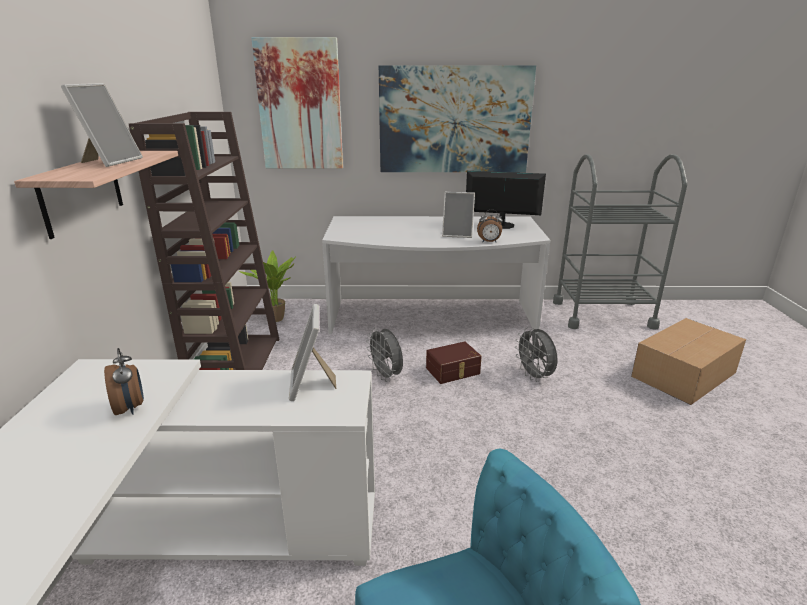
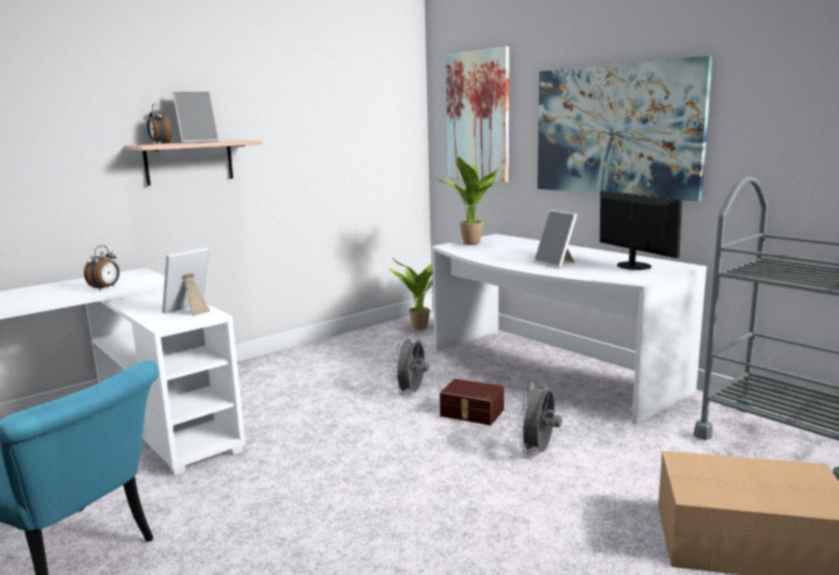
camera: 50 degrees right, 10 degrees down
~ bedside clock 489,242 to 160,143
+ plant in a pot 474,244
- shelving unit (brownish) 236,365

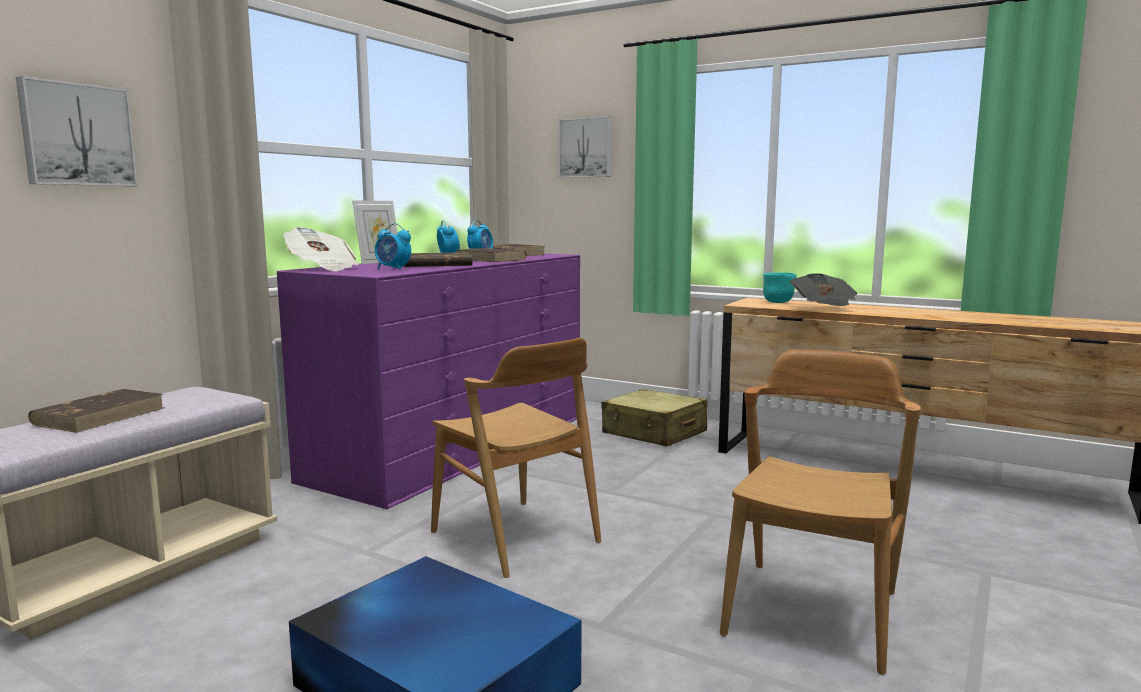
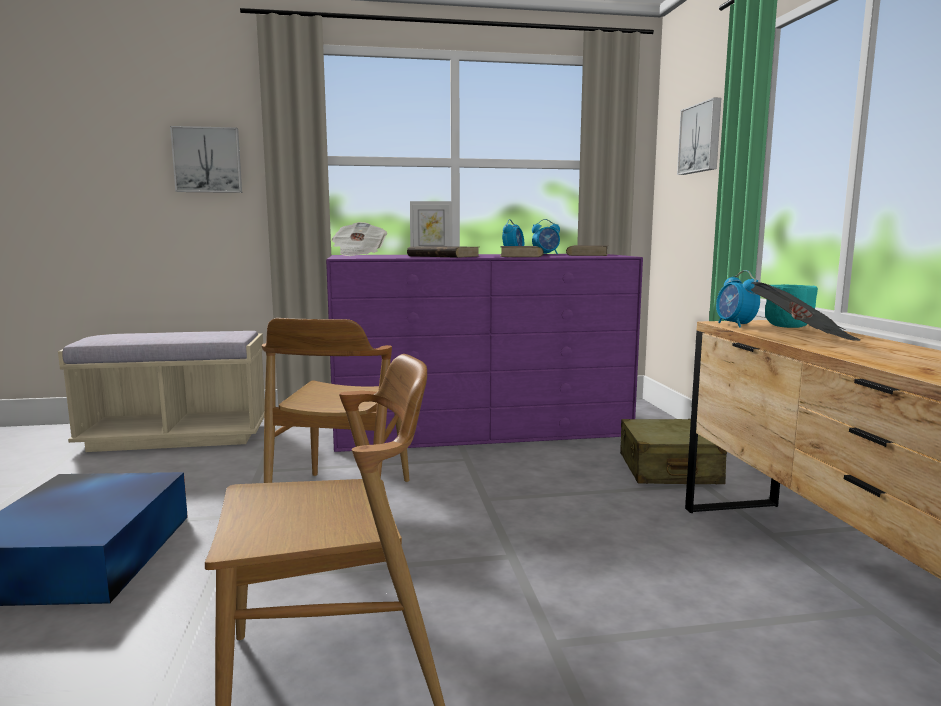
camera: 50 degrees right, 0 degrees up
~ bedside clock 393,269 to 735,325
- volume (brownish) 101,415

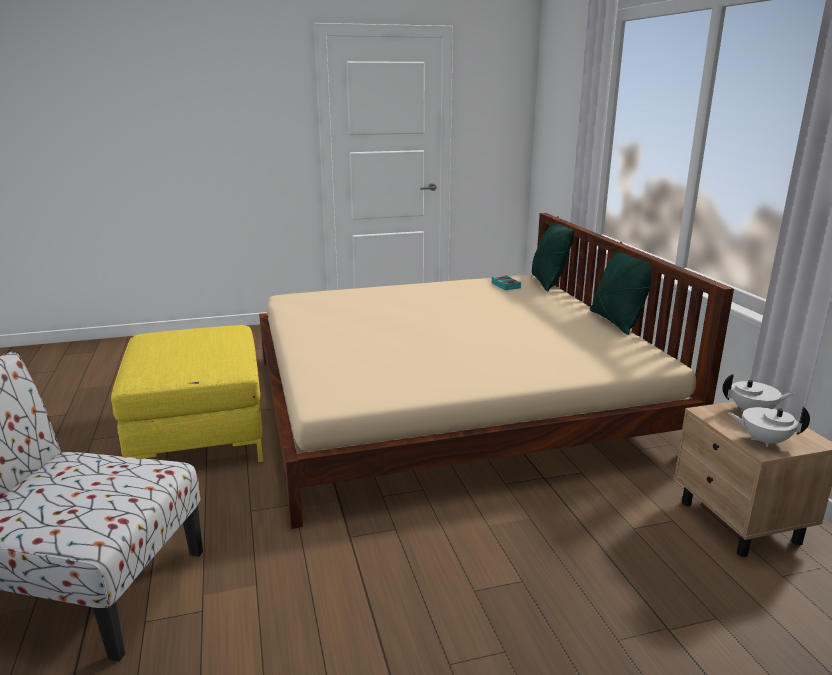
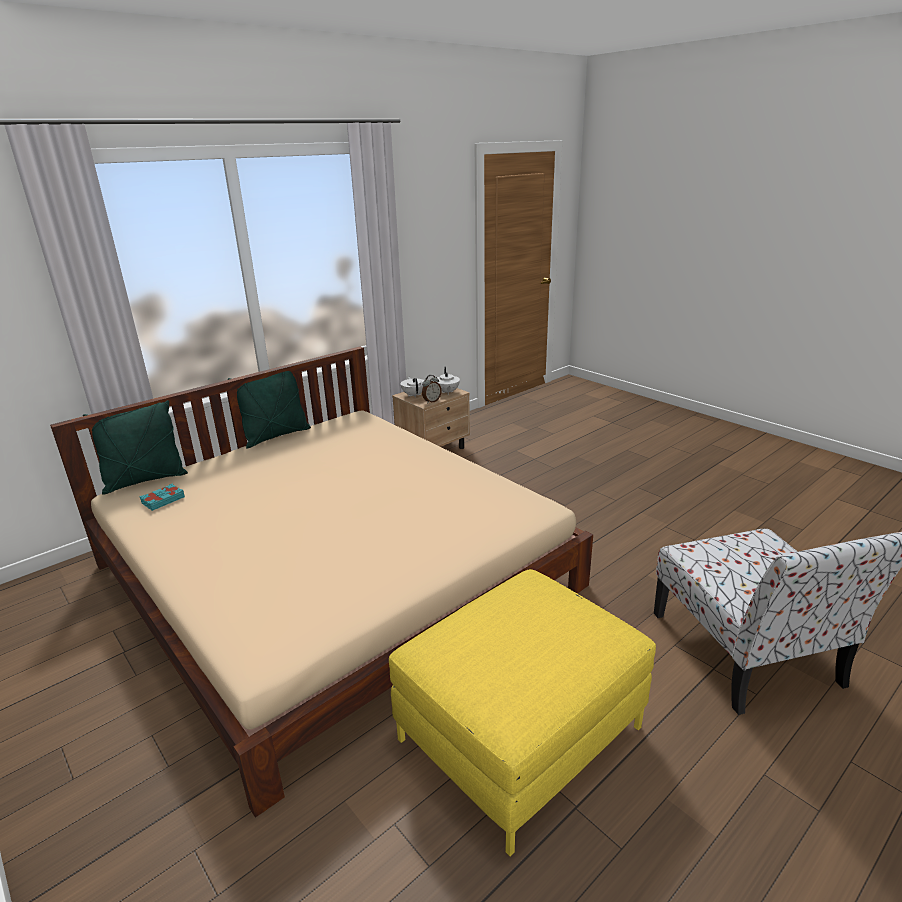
camera: 115 degrees left, 5 degrees up
+ bedside clock 431,401

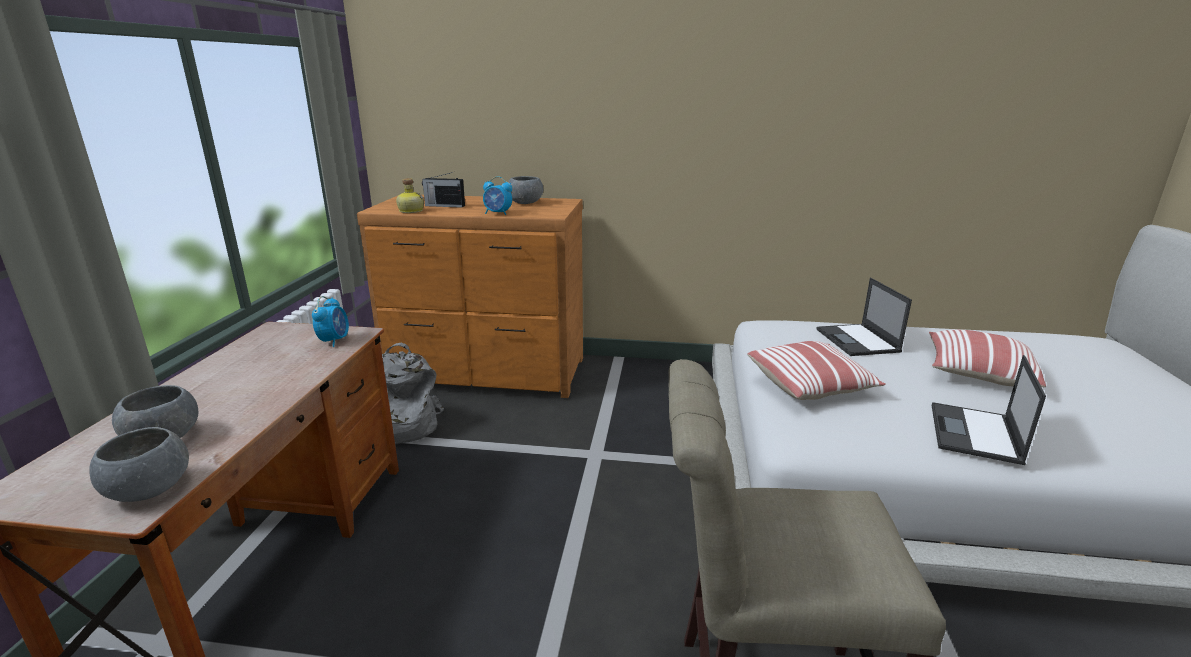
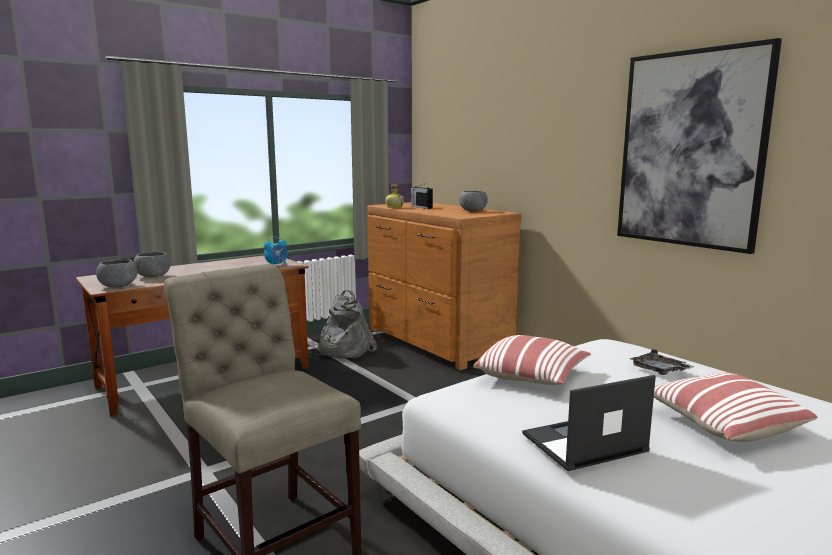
camera: 45 degrees right, 10 degrees down
+ wall picture 690,149
~ portable computer 858,341 to tray (greyish) 659,370
- bedside clock 498,213

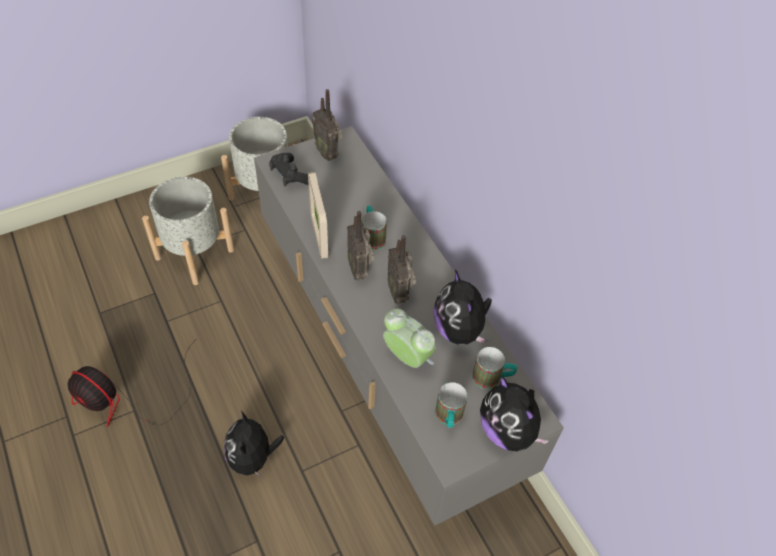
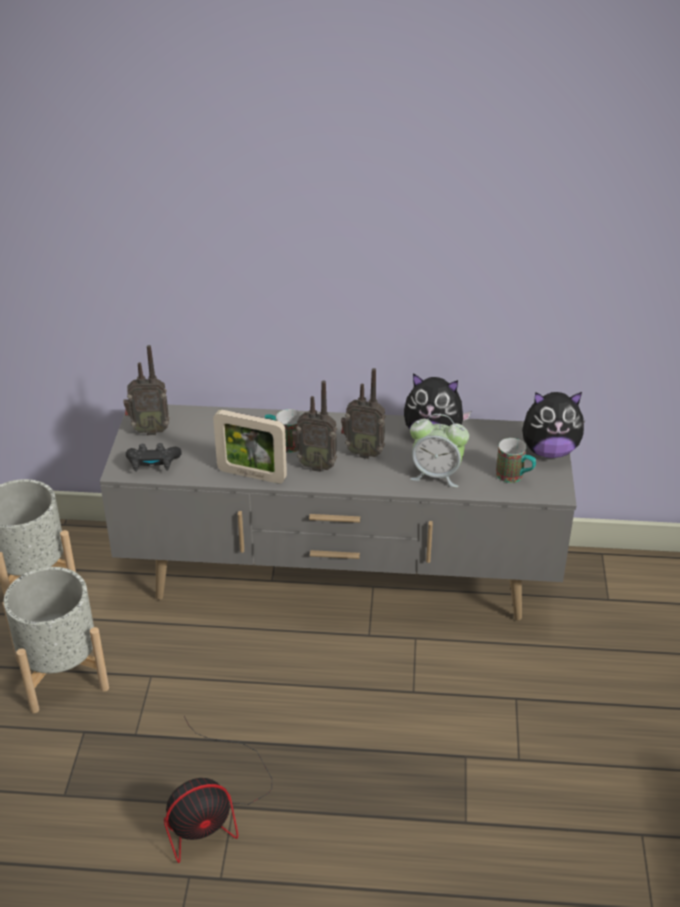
camera: 55 degrees left, 15 degrees down
~ bedside clock 407,357 = 436,475 150 degrees counterclockwise
- cuddly toy 253,458
- mug 492,378

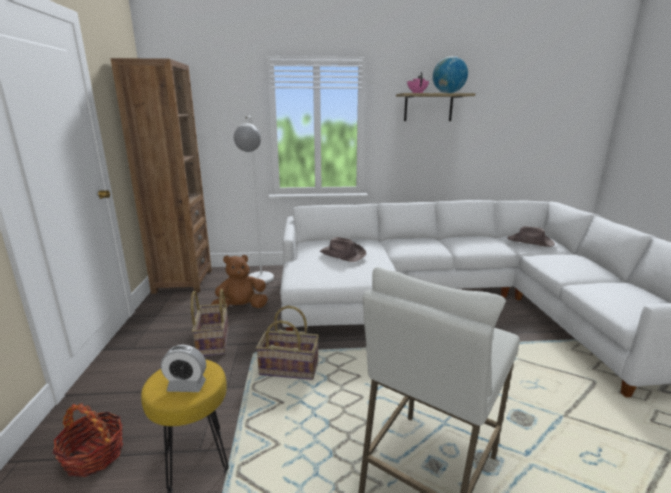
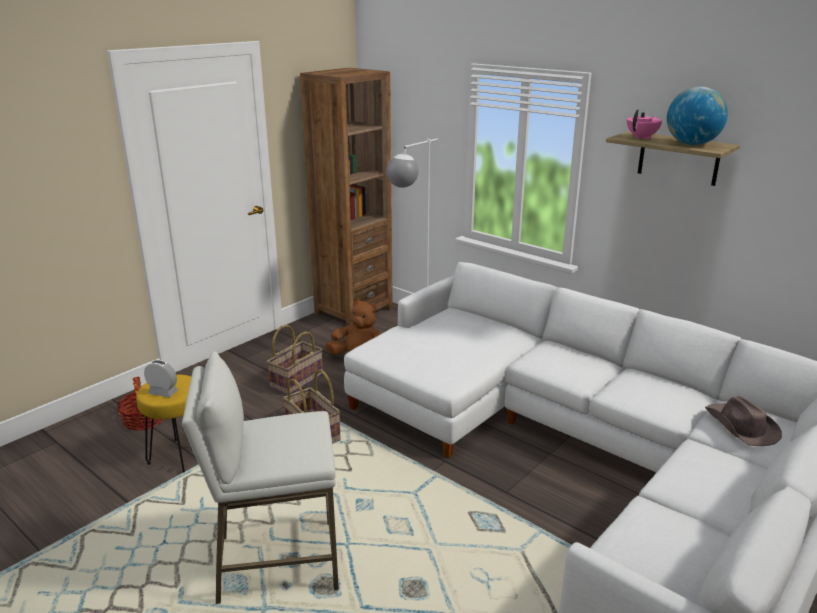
camera: 45 degrees right, 5 degrees up
~ bedside clock 186,386 = 163,392 150 degrees clockwise
- clothing hat (brownish) 342,254

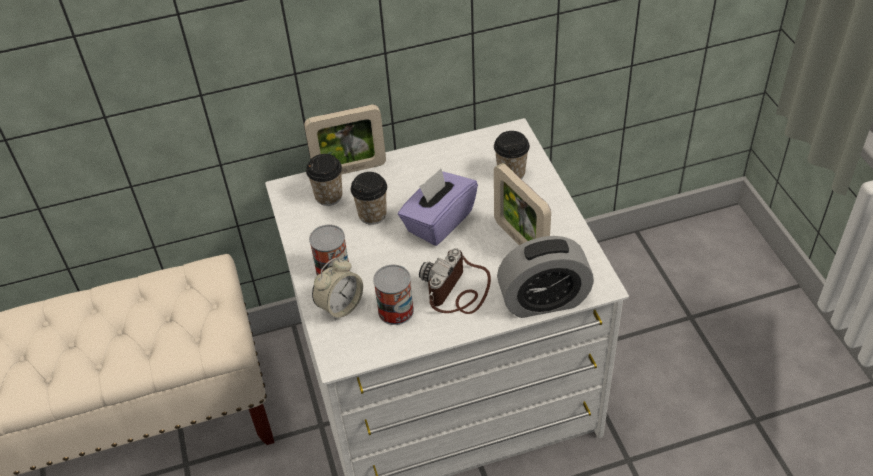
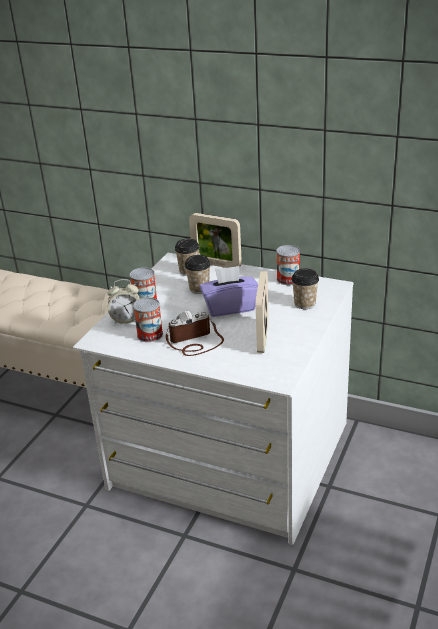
camera: 40 degrees right, 15 degrees down
+ metal can 288,279
- bedside clock 543,301

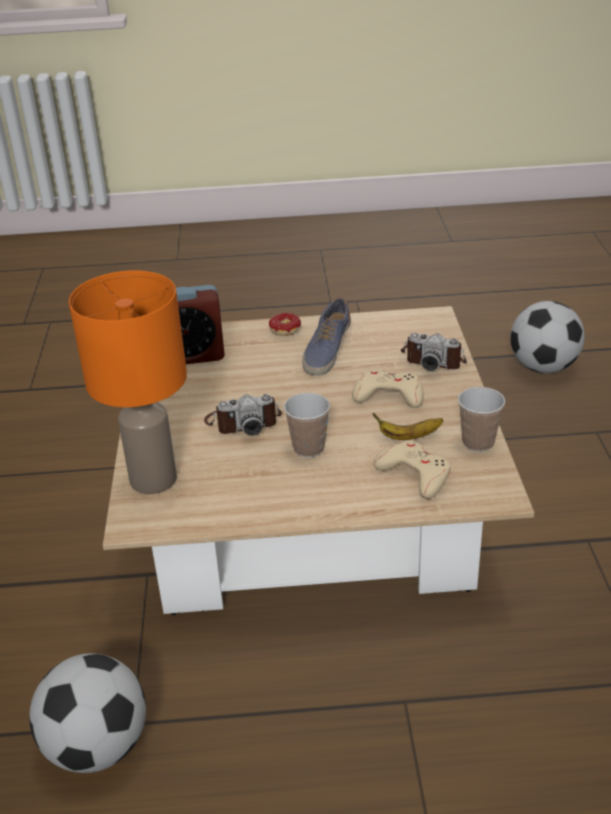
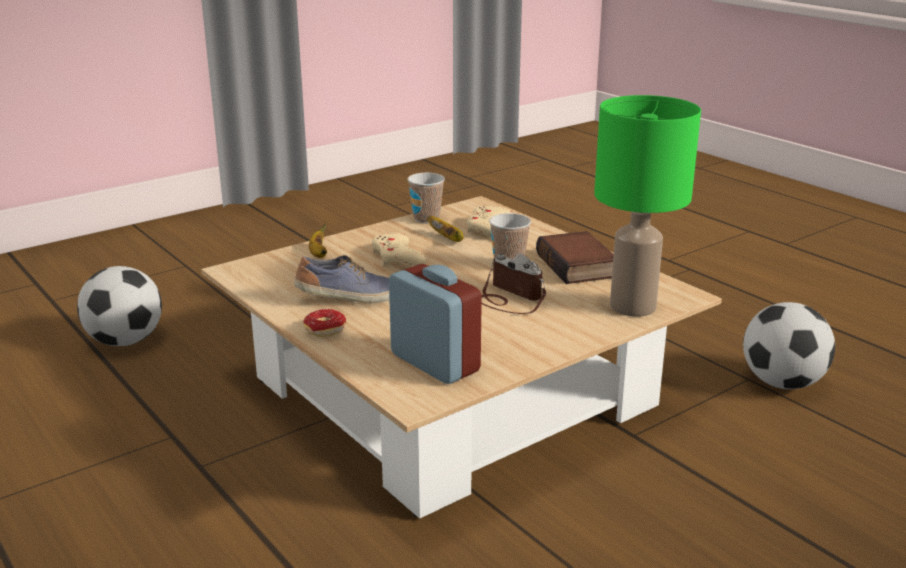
camera: 125 degrees left, 10 degrees down
~ photo camera 434,359 to whole banana 318,254
+ volume 579,266
~ tabletop lamp (orange-coloured) 151,479 to tabletop lamp (green) 633,307

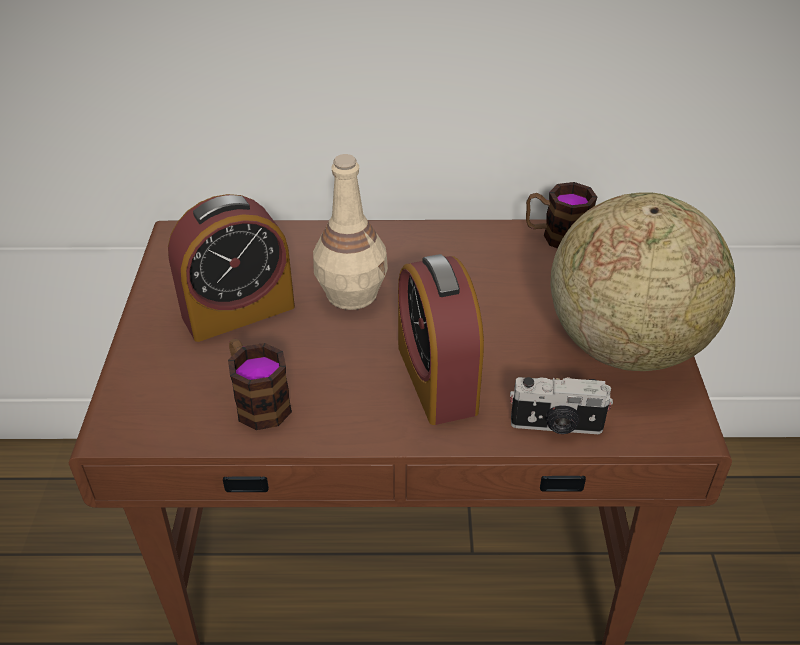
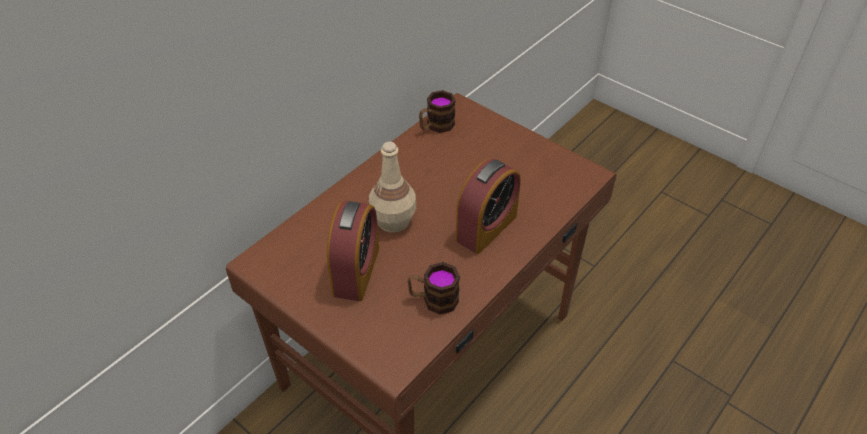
camera: 50 degrees left, 5 degrees up
~ bedside clock 436,379 = 486,228 75 degrees counterclockwise
- photo camera 556,426
- desk globe 625,345

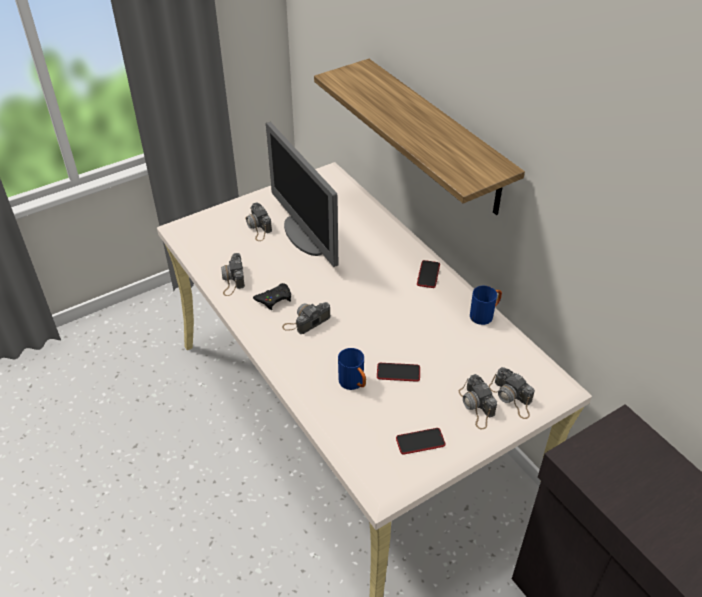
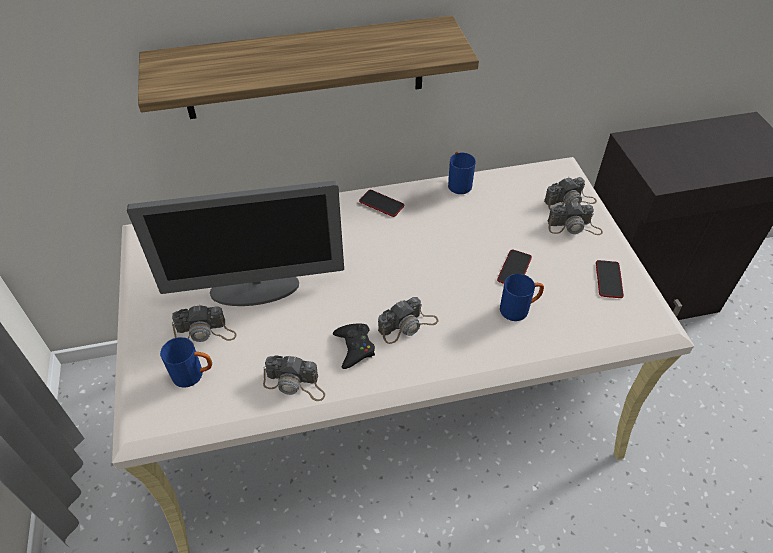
camera: 70 degrees left, 5 degrees up
+ mug (blue-coloured) 194,374
~ photo camera 306,321 = 408,325 105 degrees counterclockwise

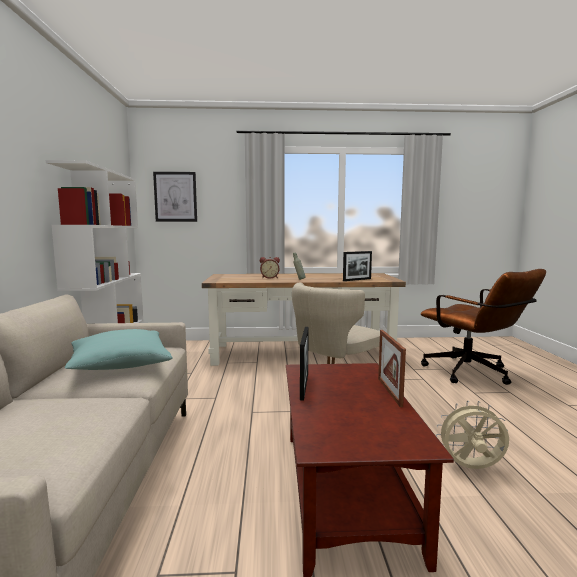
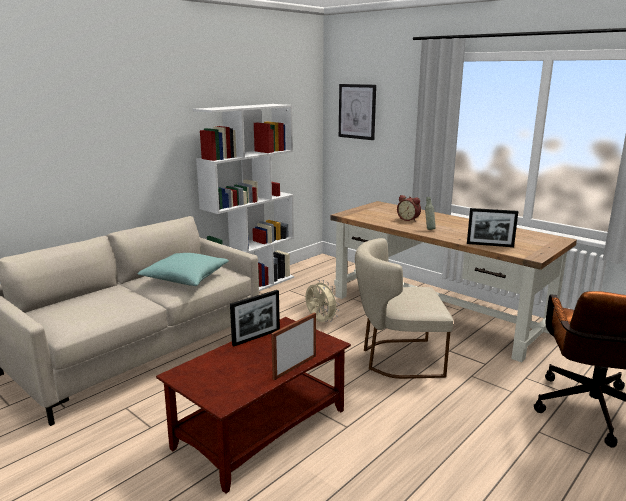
camera: 45 degrees right, 10 degrees up
~ fan (beige) 471,468 to 320,321

